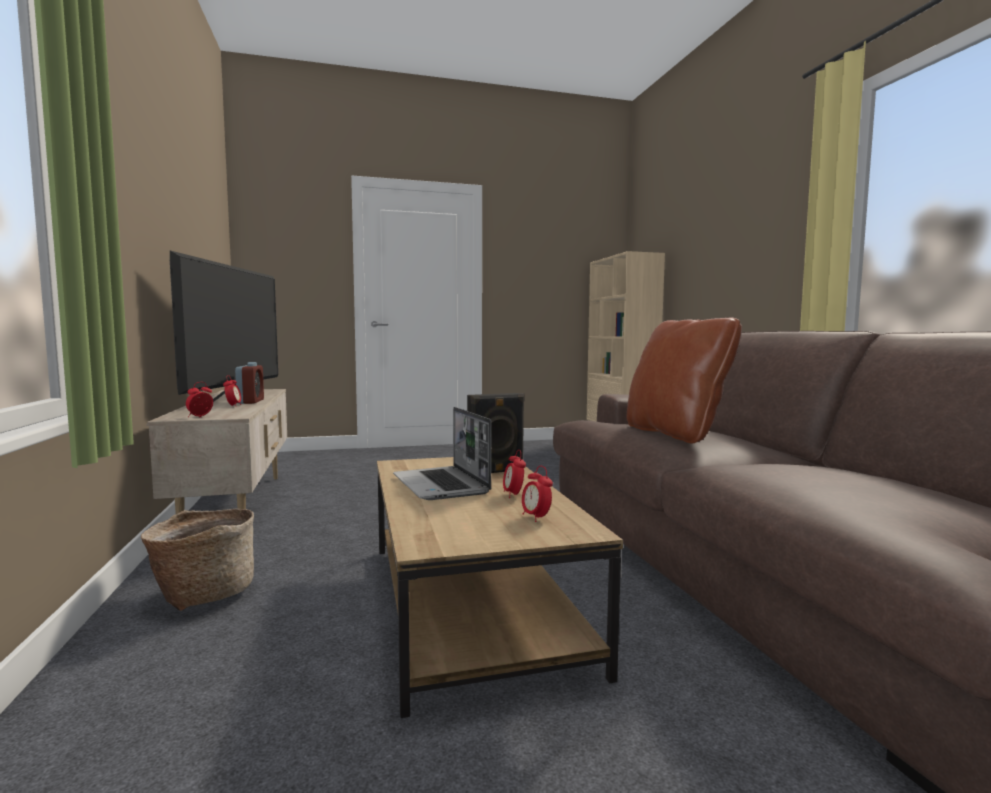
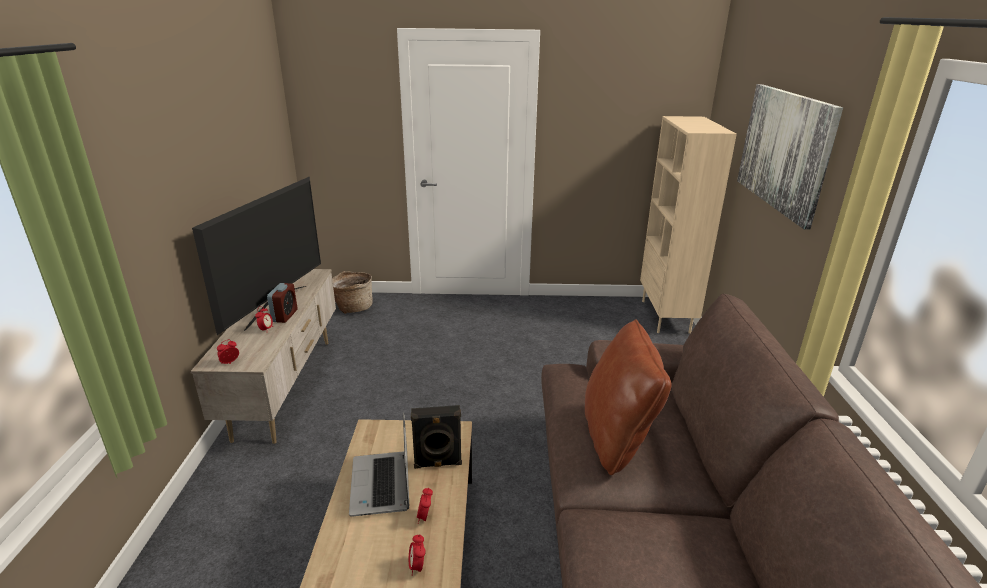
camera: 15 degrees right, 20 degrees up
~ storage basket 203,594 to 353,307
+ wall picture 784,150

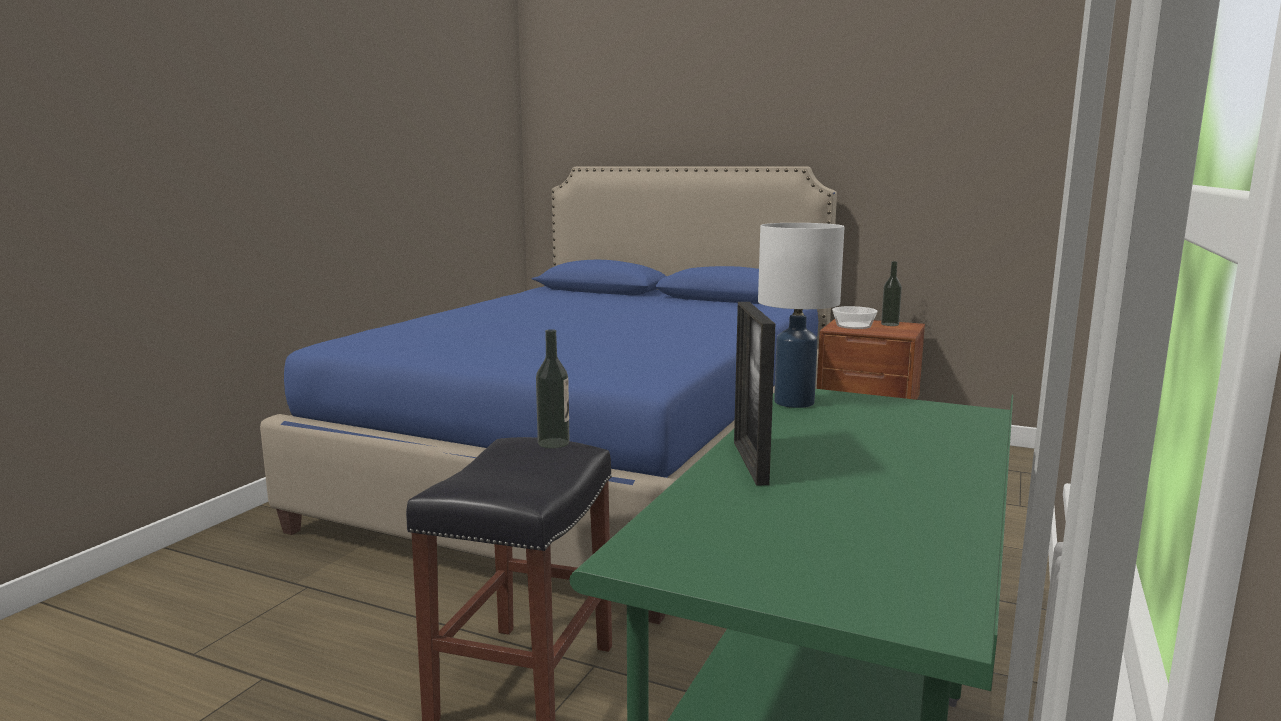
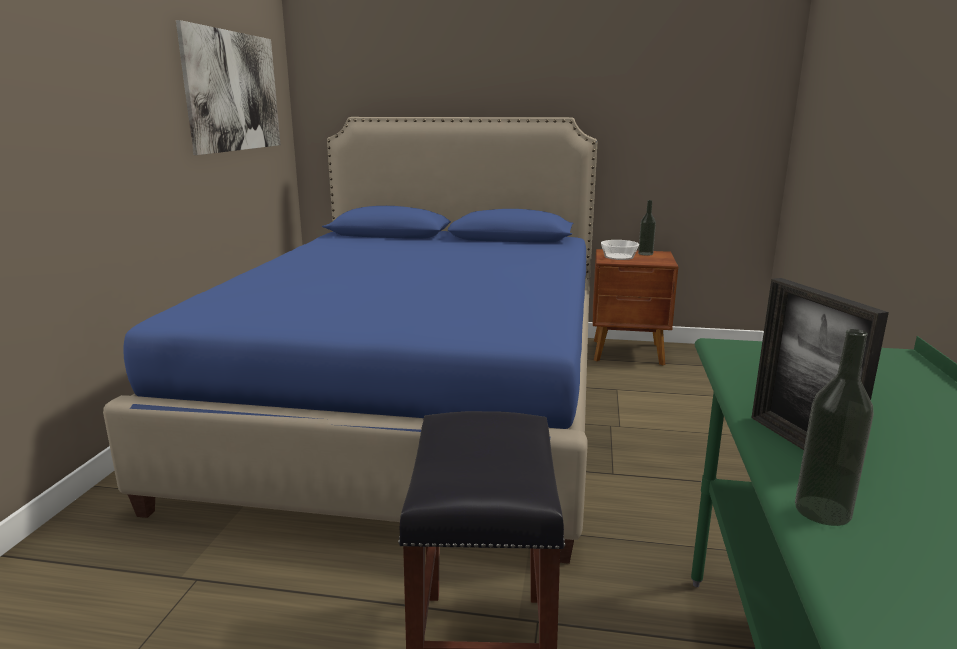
camera: 15 degrees left, 5 degrees up
+ wall picture 233,91
~ beverage bottle 553,443 to 822,510
- tabletop lamp (white-coloured) 794,403

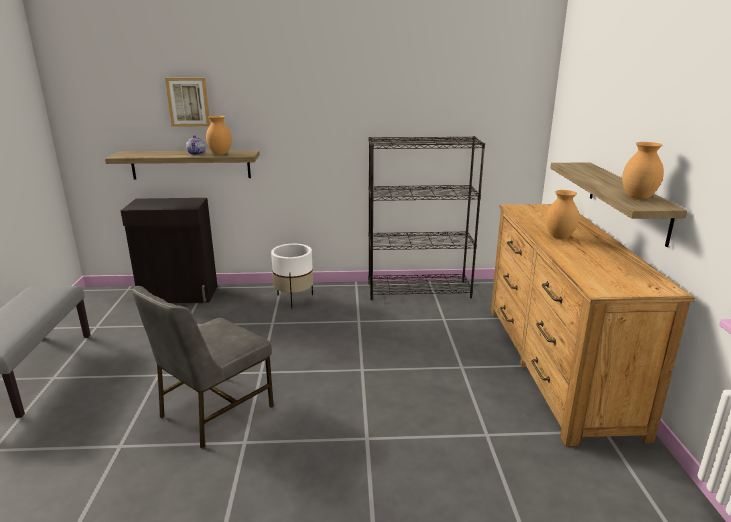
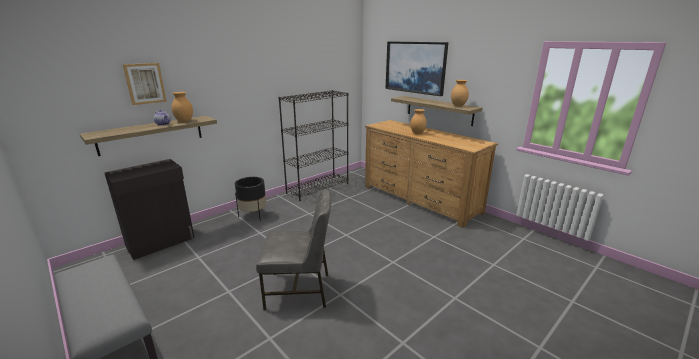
camera: 40 degrees left, 0 degrees up
~ planter (white-coloured) 294,299 to planter (black-coloured) 253,216
~ upright chair (greyish) 214,411 = 299,290 90 degrees counterclockwise
+ wall picture 415,67

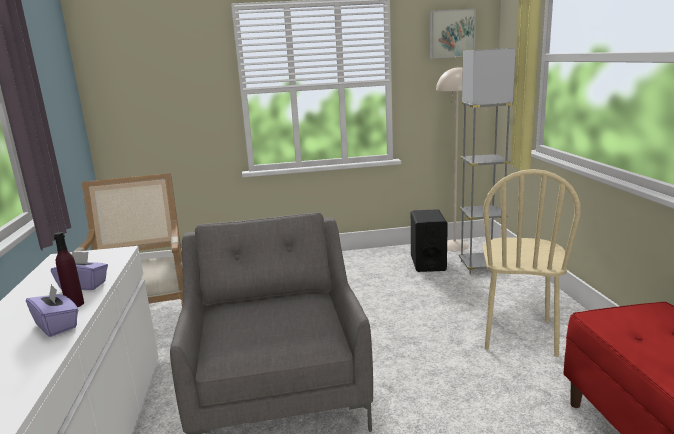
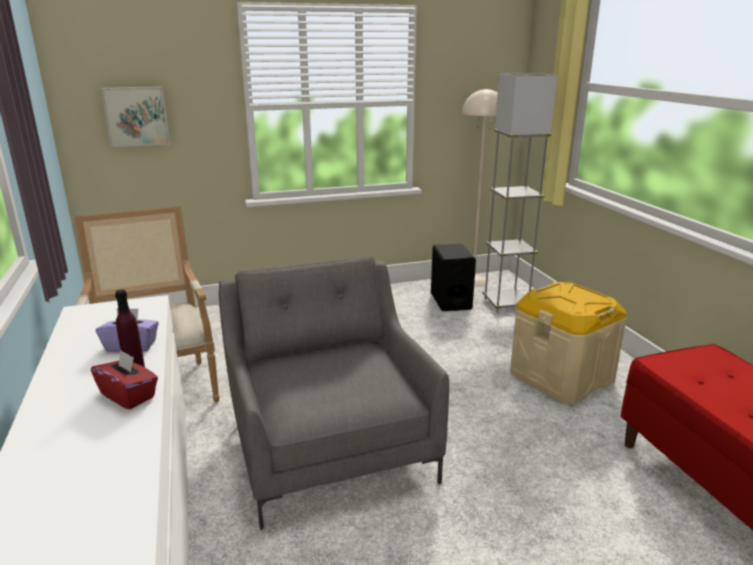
camera: 10 degrees left, 5 degrees up
~ tissue box (purple-coloured) 57,325 to tissue box (red-coloured) 129,395
~ wall picture 451,33 to 136,116
~ upright chair (beige) 519,335 to storage box (beige) 561,377

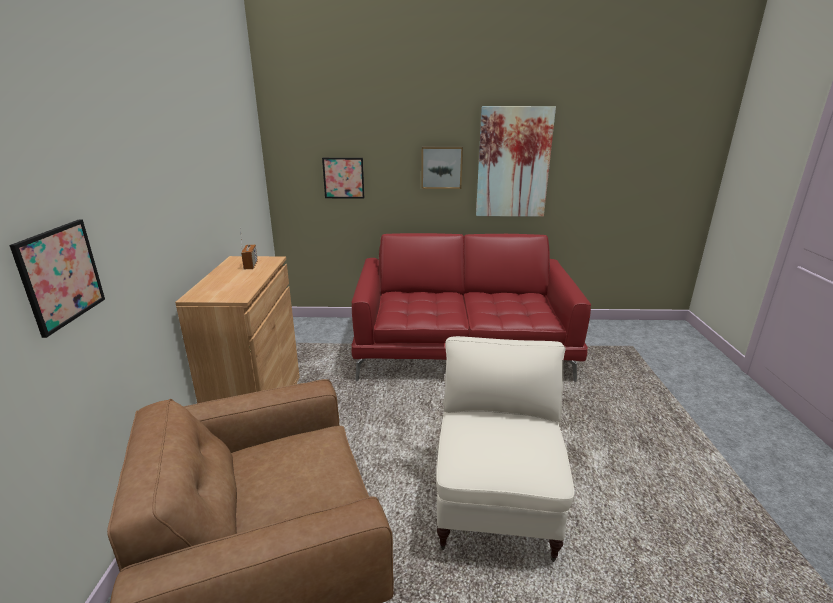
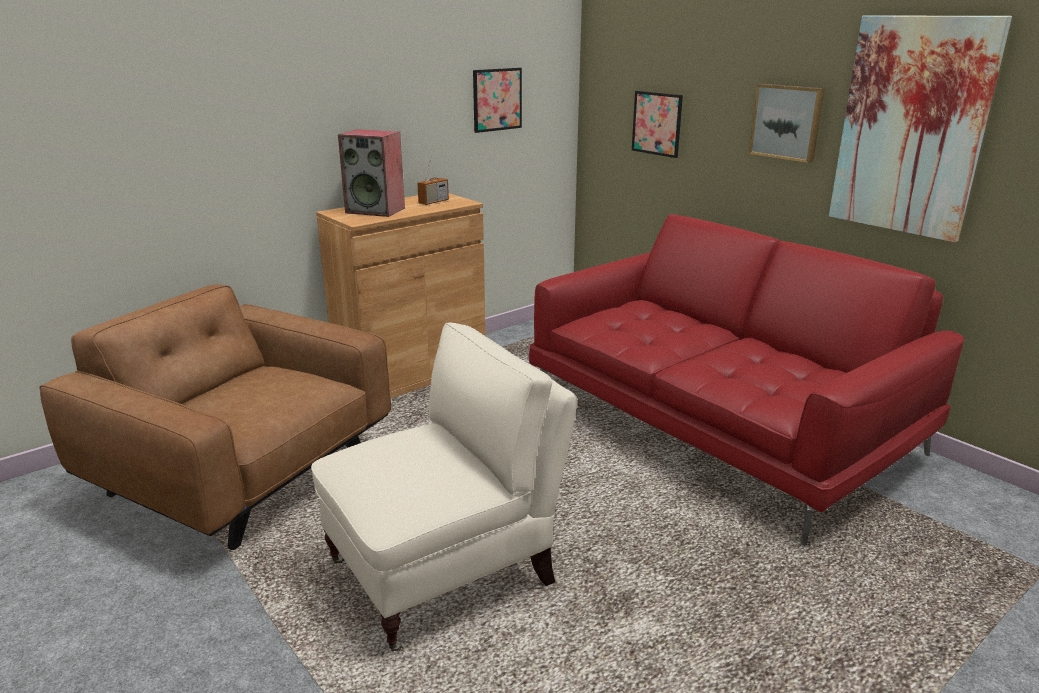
camera: 50 degrees right, 0 degrees up
+ audio speaker 376,210
~ wall picture 61,275 to 497,99

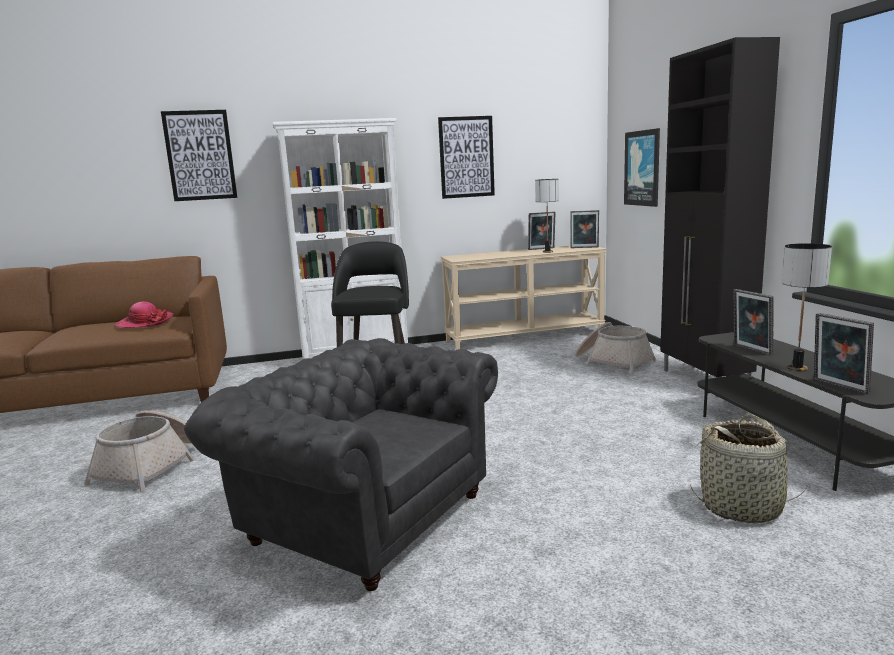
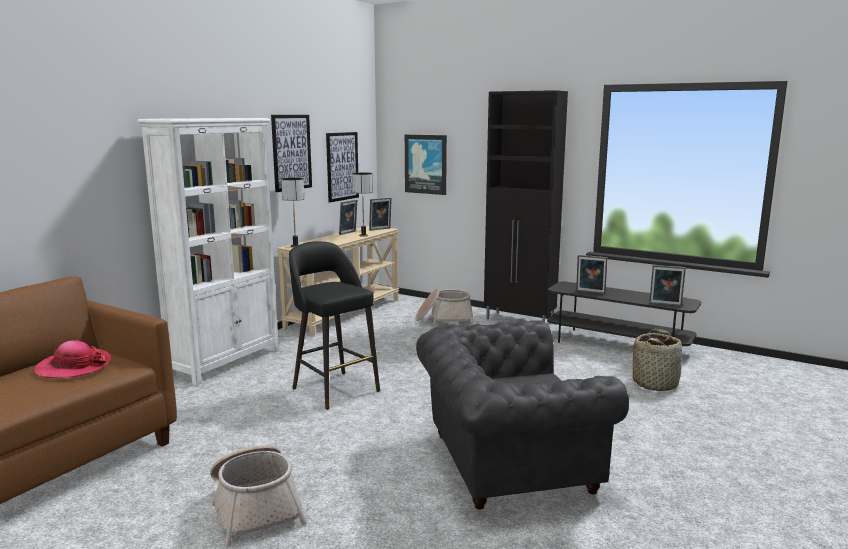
camera: 45 degrees left, 0 degrees up
~ tabletop lamp 796,368 to 295,246
~ wall picture 200,155 to 342,166

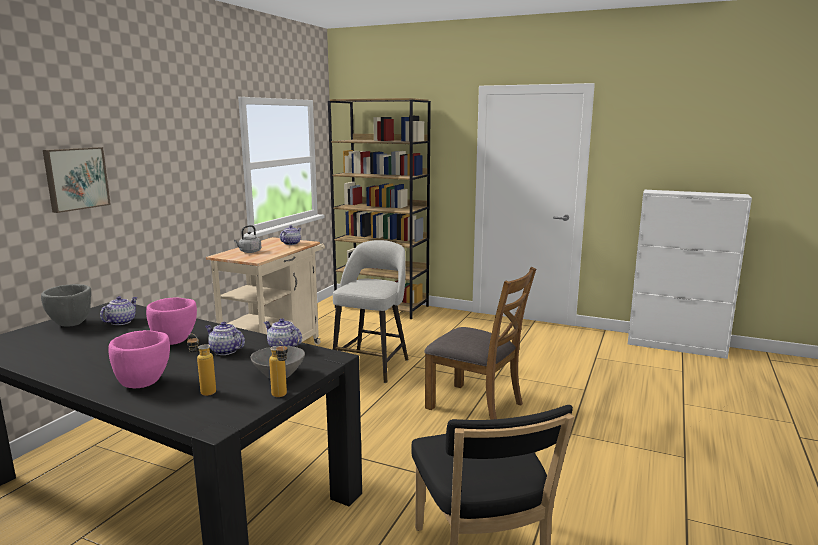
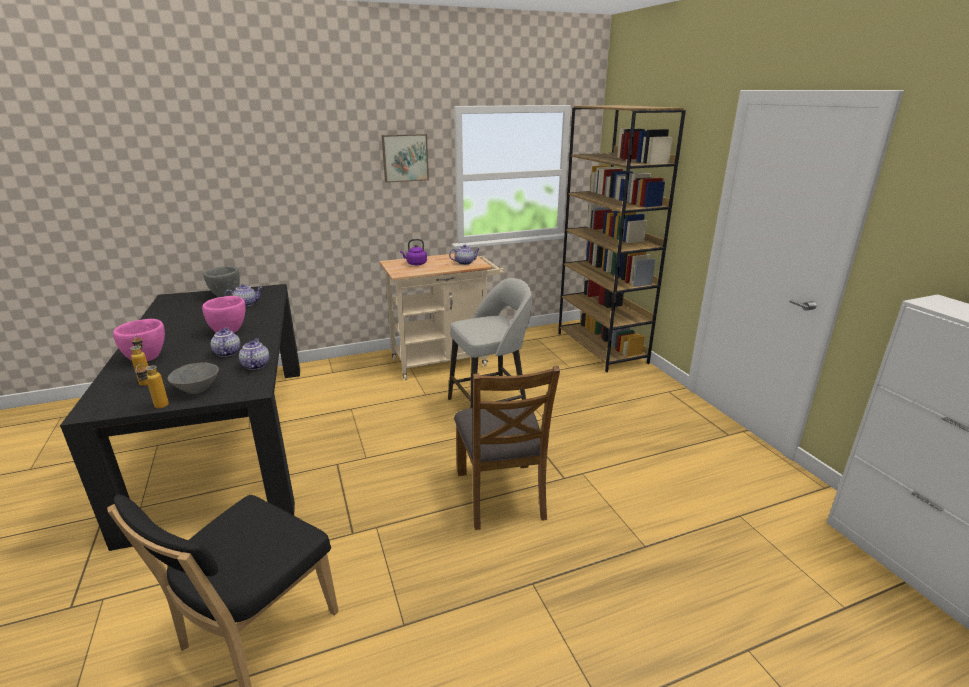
camera: 45 degrees right, 10 degrees up
~ wall picture 75,178 to 405,157
~ tea kettle (greyish) 249,252 to tea kettle (purple-coloured) 415,264

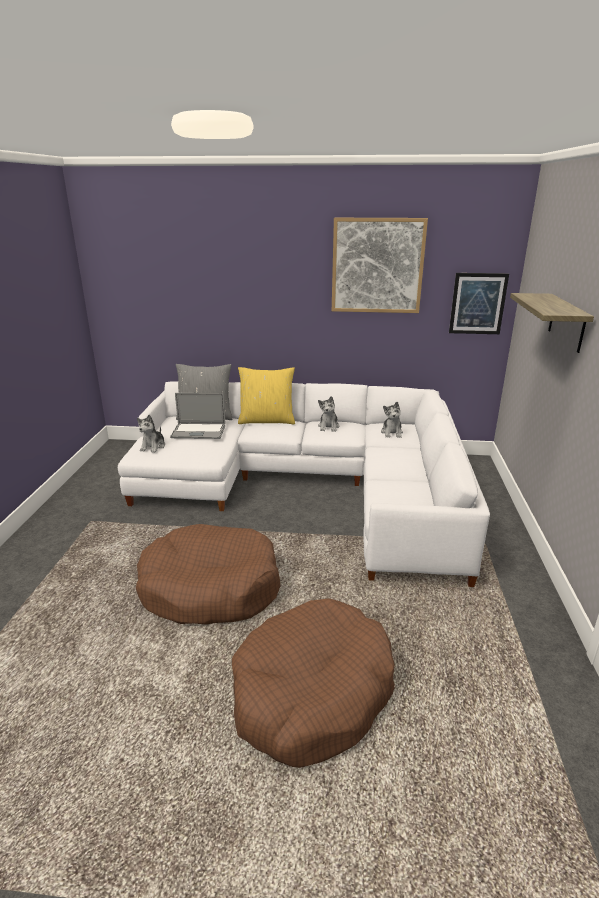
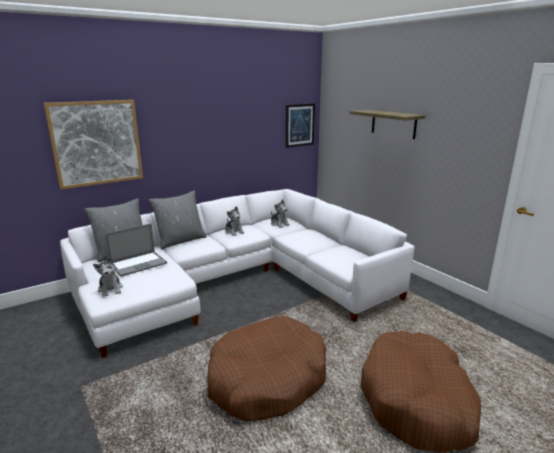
camera: 40 degrees left, 5 degrees down
~ wall picture 377,266 to 96,143
~ pillow (yellow-coloured) 267,420 to pillow (greyish) 180,241

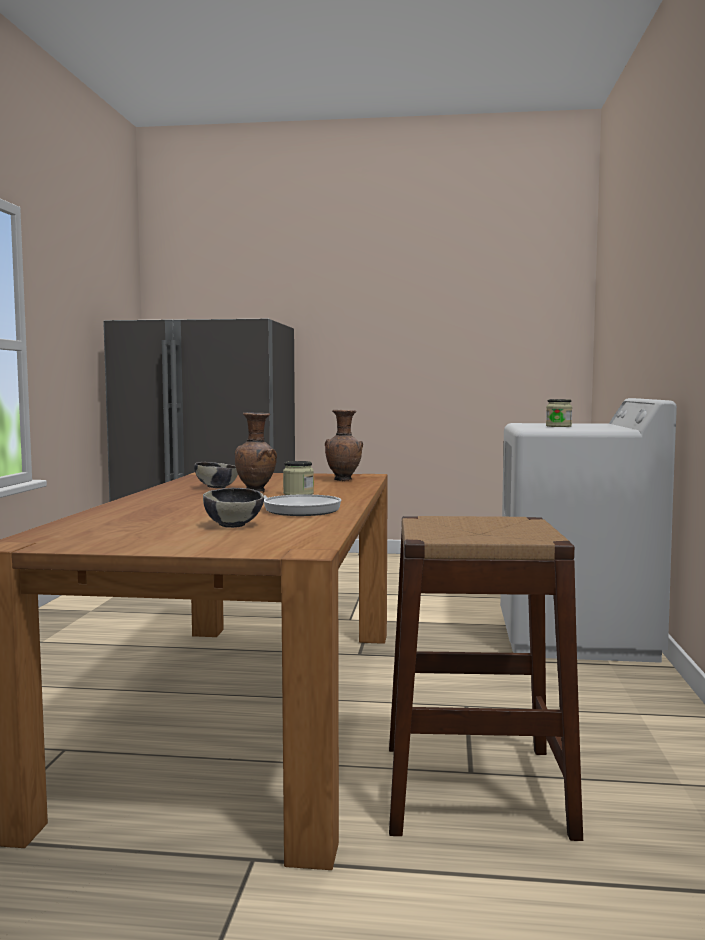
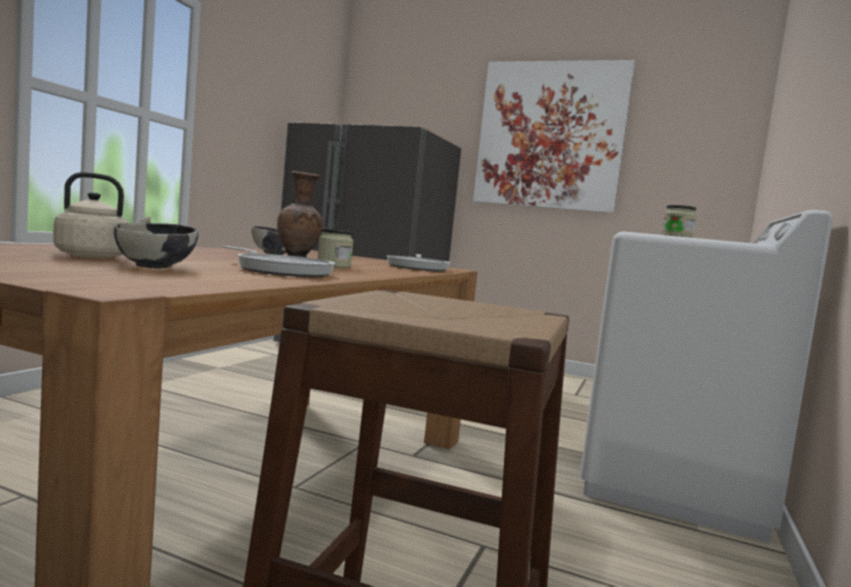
camera: 15 degrees right, 0 degrees up
+ tea kettle (beige) 97,257
~ vase (brownish) 344,480 to pan 418,267
+ wall picture 550,136

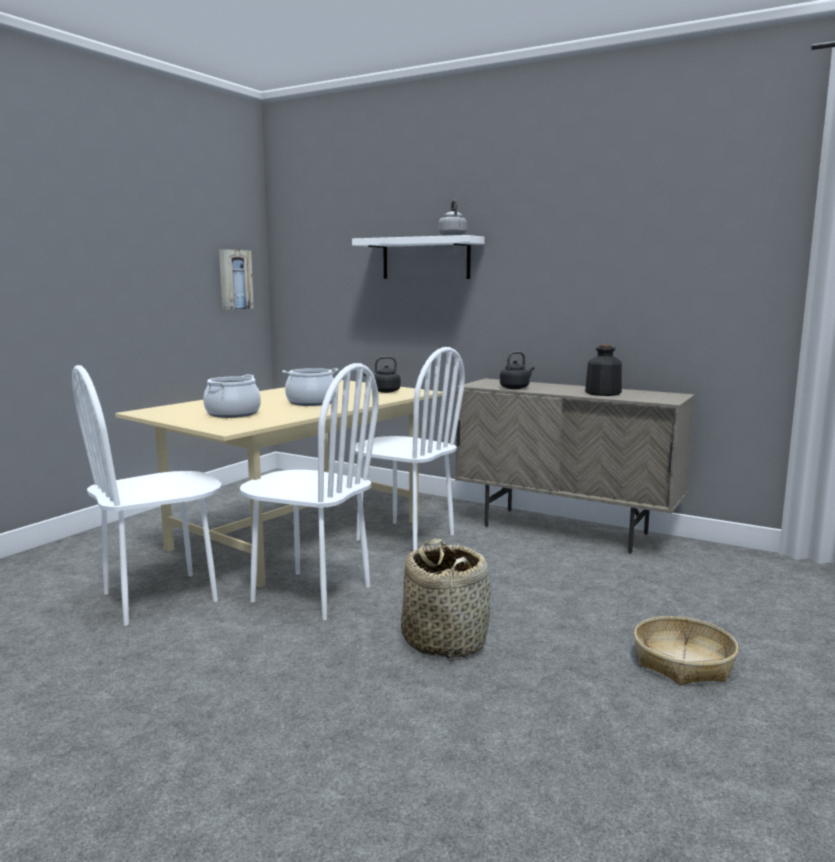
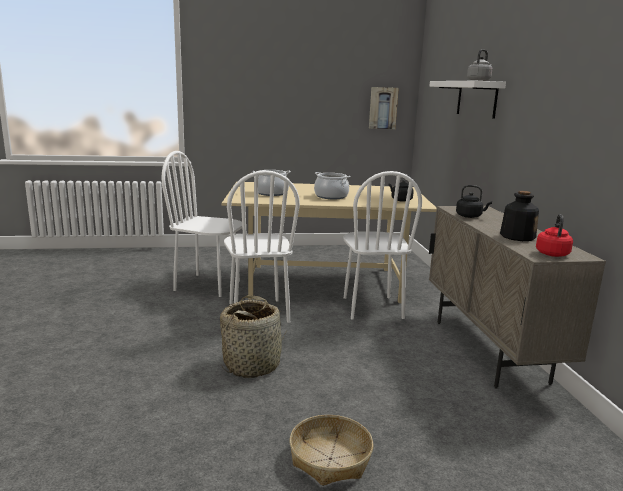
camera: 50 degrees right, 5 degrees up
+ tea kettle (red-coloured) 552,253

